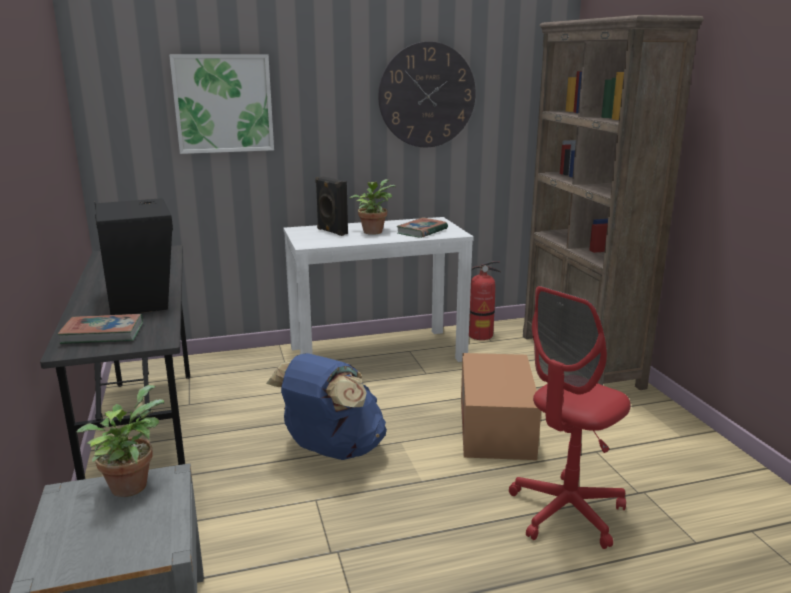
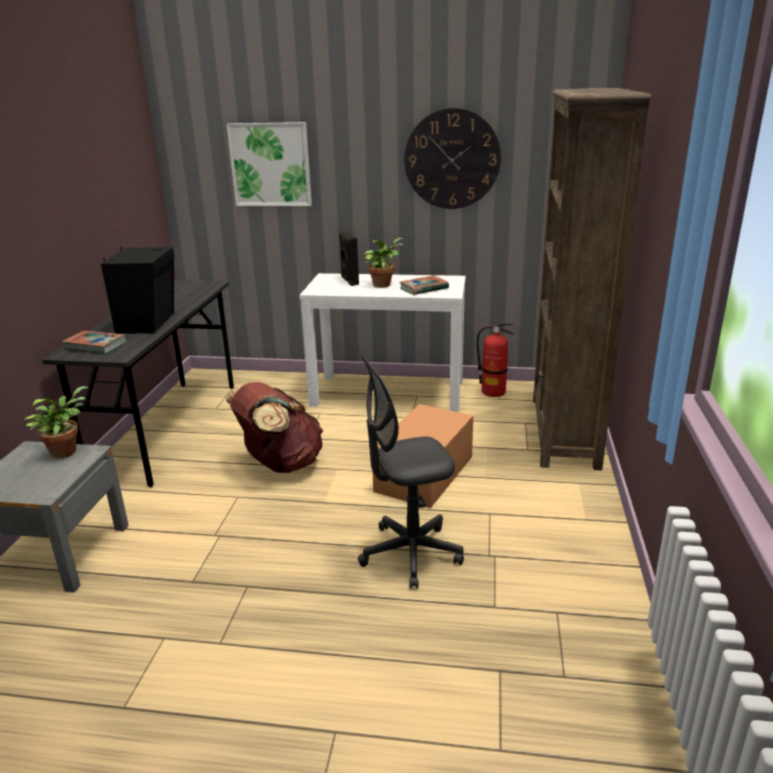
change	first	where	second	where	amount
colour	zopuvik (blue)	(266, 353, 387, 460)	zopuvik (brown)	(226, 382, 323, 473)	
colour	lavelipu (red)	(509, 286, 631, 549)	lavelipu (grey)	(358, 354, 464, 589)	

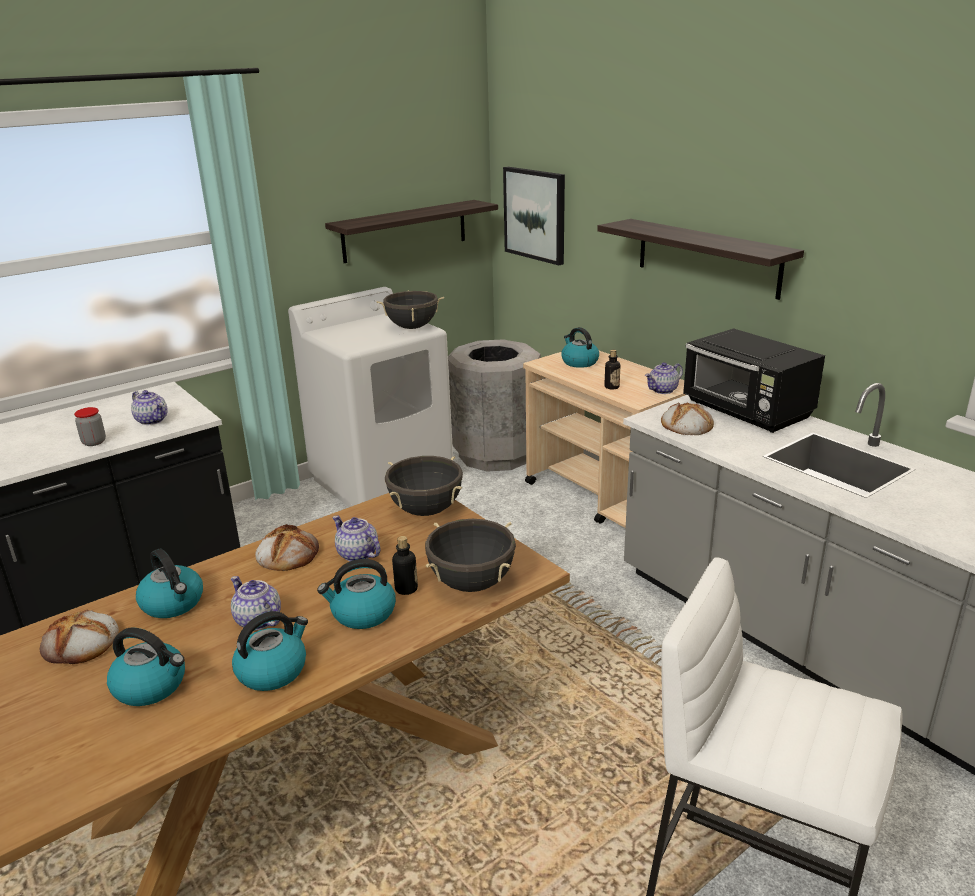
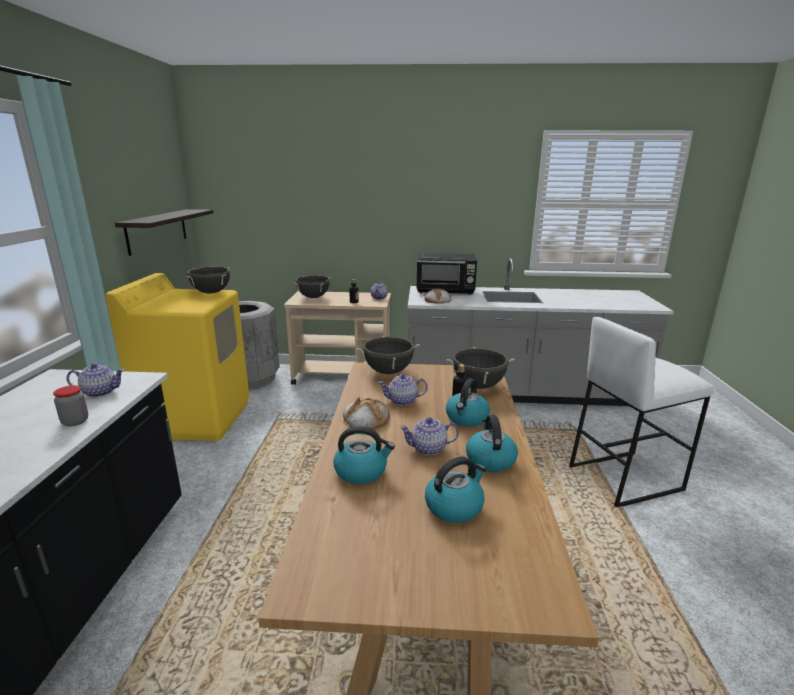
change	first	where	second	where	amount
missing	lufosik	(40, 609, 119, 664)			
missing	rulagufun	(503, 167, 565, 265)			
missing	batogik	(597, 219, 804, 300)			
exchanged	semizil	(561, 327, 599, 368)	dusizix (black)	(294, 275, 331, 298)	
colour	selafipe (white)	(288, 287, 453, 507)	selafipe (yellow)	(105, 273, 250, 441)	

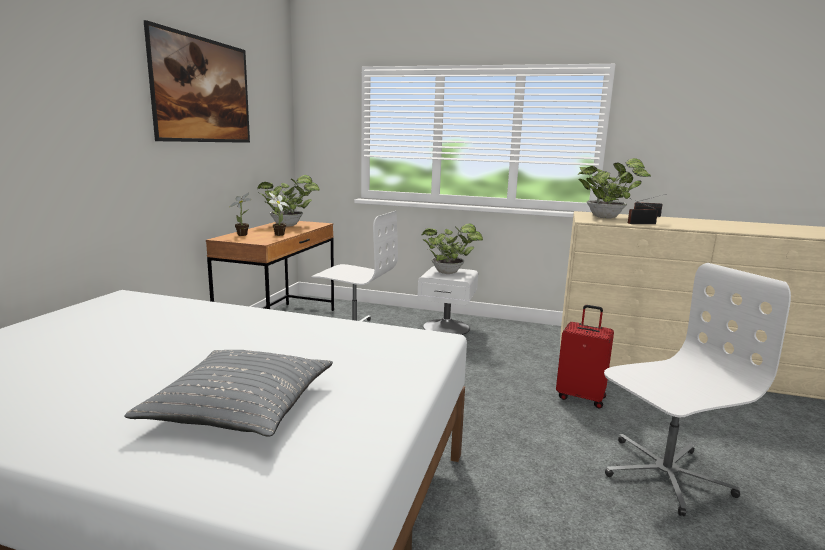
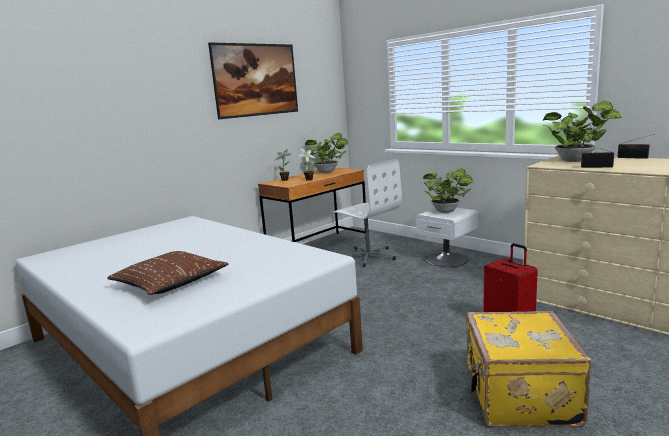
change	first	where	second	where	amount
exchanged	lavelipu (white)	(604, 263, 791, 516)	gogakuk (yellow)	(465, 311, 592, 428)	
colour	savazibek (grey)	(124, 350, 333, 437)	savazibek (brown)	(107, 251, 229, 295)	

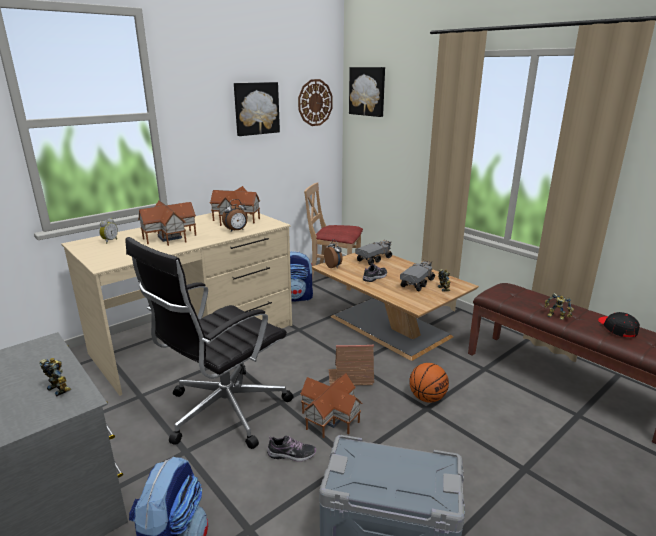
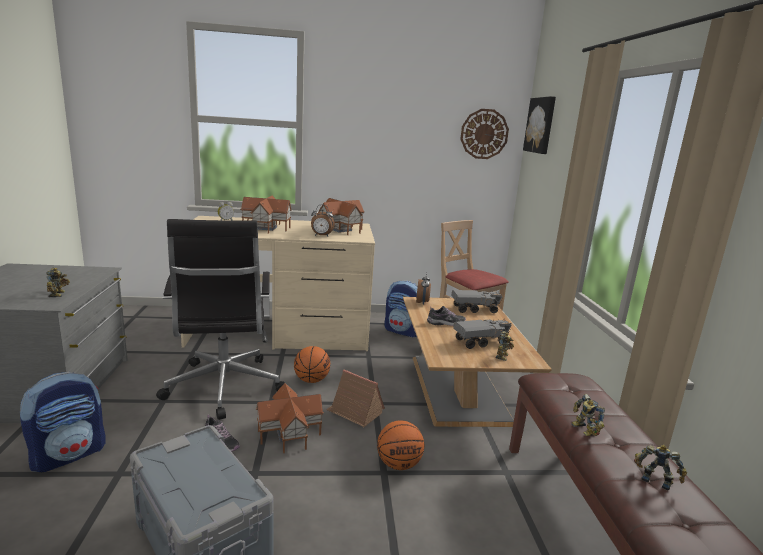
change	first	where	second	where	amount
missing	rulagufun	(234, 82, 280, 136)			
appeared			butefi	(294, 346, 330, 383)	
exchanged	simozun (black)	(598, 312, 640, 337)	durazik	(634, 445, 687, 490)	
spun	lavelipu (black)	(125, 237, 294, 449)		(156, 219, 285, 420)	90 degrees counterclockwise

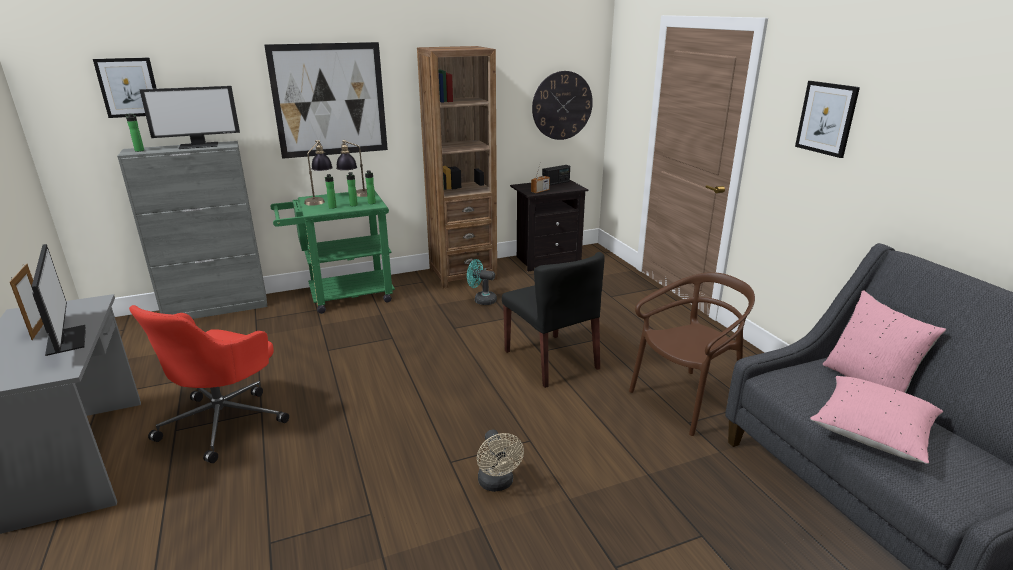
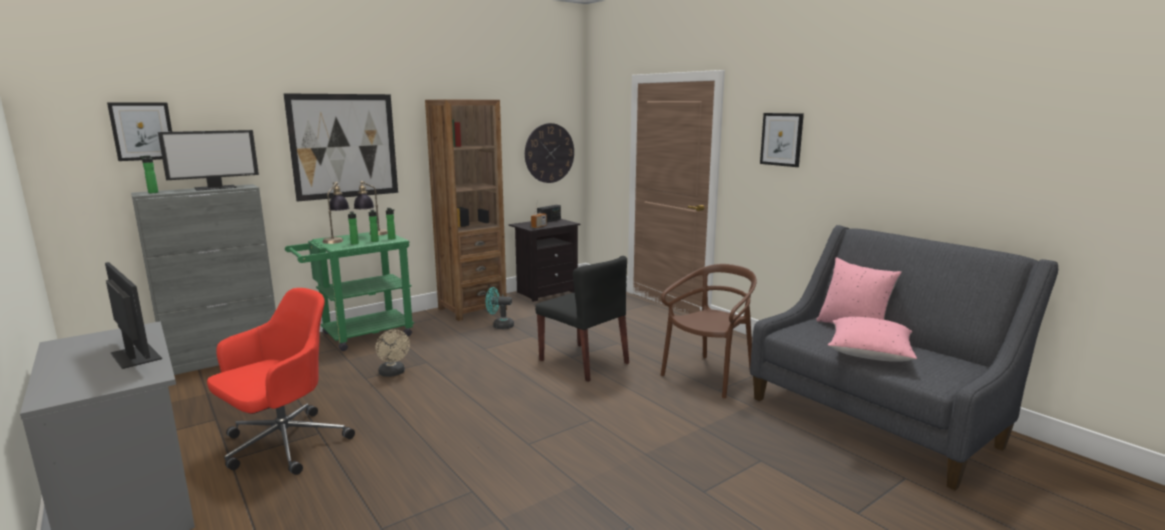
change	first	where	second	where	amount
missing	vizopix	(10, 264, 43, 340)			
relocated	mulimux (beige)	(477, 430, 524, 492)		(376, 330, 410, 377)	
spun	lavelipu (red)	(129, 305, 289, 463)		(207, 288, 355, 475)	150 degrees counterclockwise

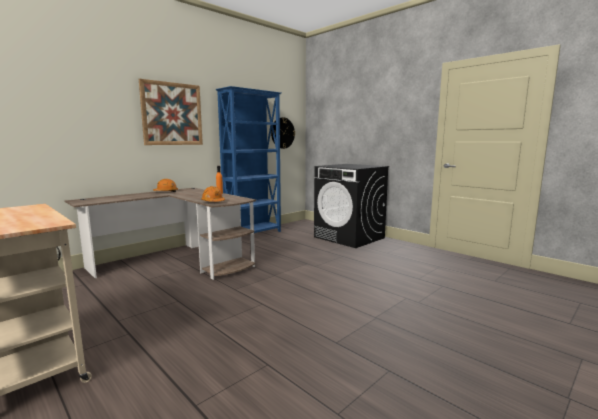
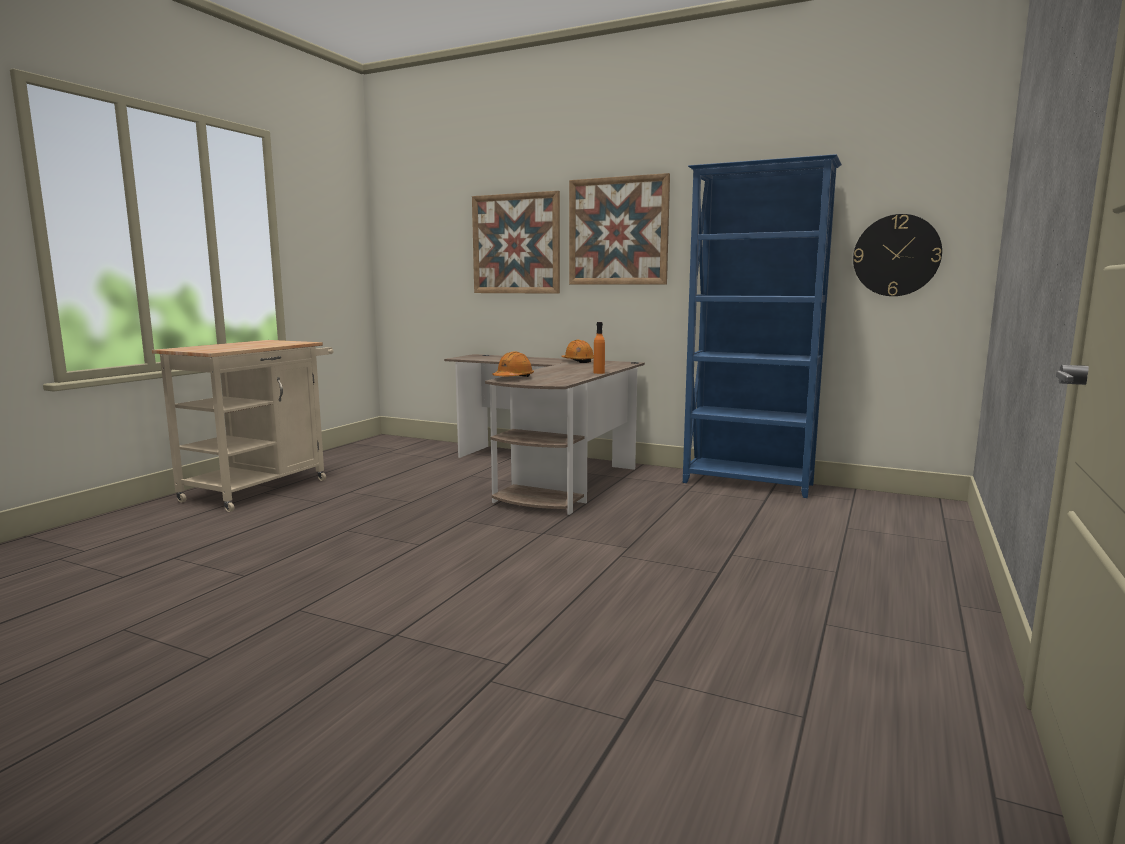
change	first	where	second	where	amount
missing	selafipe (black)	(314, 164, 389, 248)			
appeared			rulagufun	(472, 191, 560, 294)	

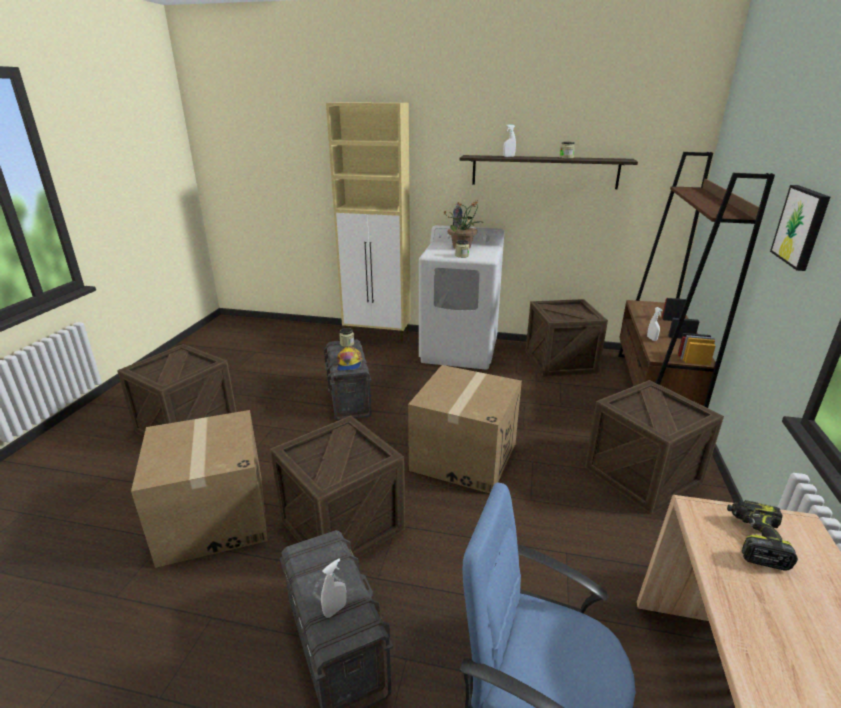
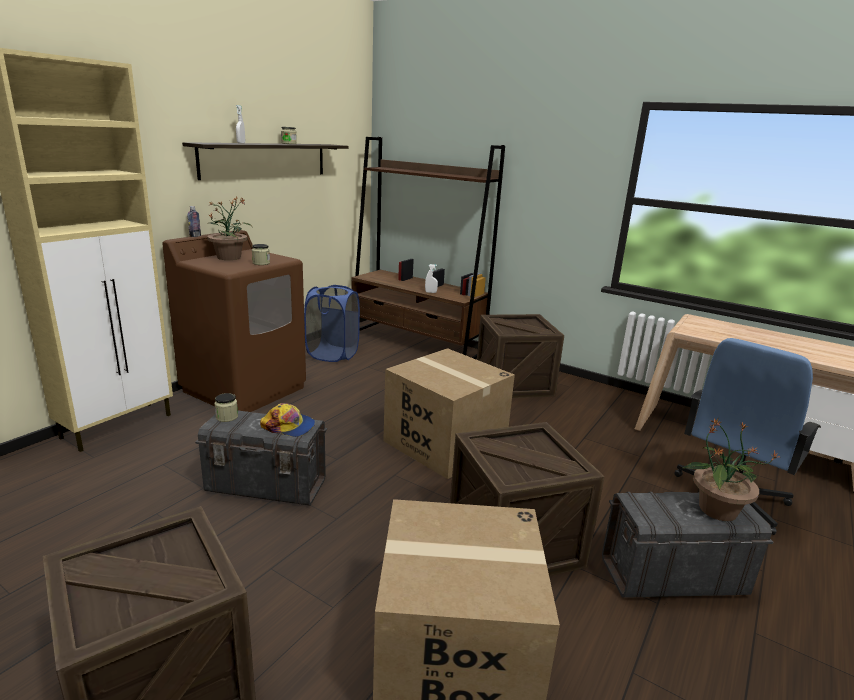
change	first	where	second	where	amount
missing	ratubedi	(727, 500, 798, 570)			
missing	rulagufun	(770, 185, 830, 271)			
exchanged	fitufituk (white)	(321, 558, 346, 618)	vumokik	(683, 418, 778, 521)	
exchanged	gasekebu	(526, 299, 608, 377)	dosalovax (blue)	(304, 285, 360, 362)	
colour	selafipe (white)	(419, 225, 505, 370)	selafipe (brown)	(163, 230, 306, 412)	

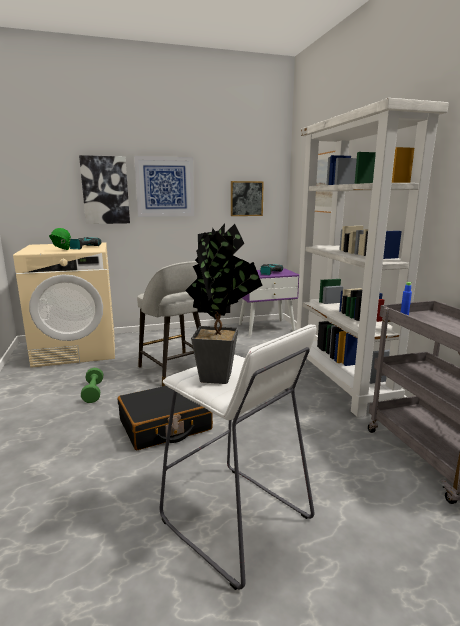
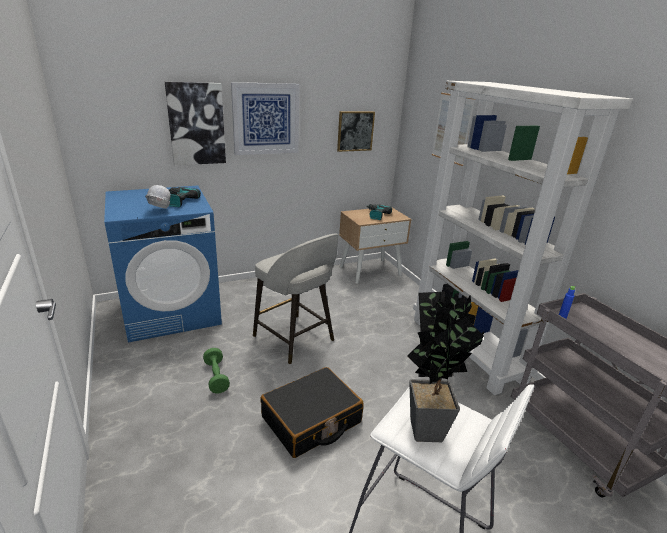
change	first	where	second	where	amount
colour	selafipe (beige)	(13, 242, 115, 368)	selafipe (blue)	(104, 186, 222, 342)	
colour	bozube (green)	(49, 228, 71, 250)	bozube (white)	(145, 185, 171, 209)	
colour	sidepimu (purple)	(239, 269, 299, 335)	sidepimu (beige)	(339, 206, 412, 284)	

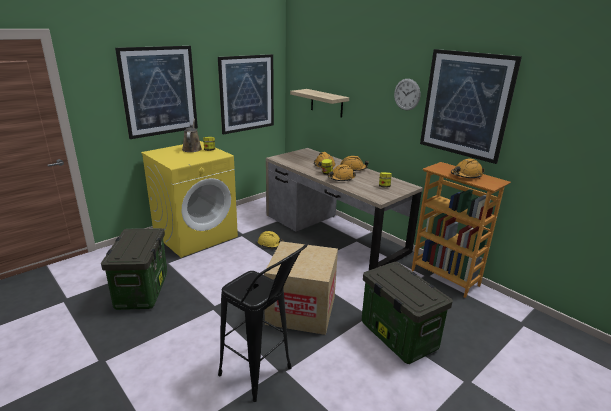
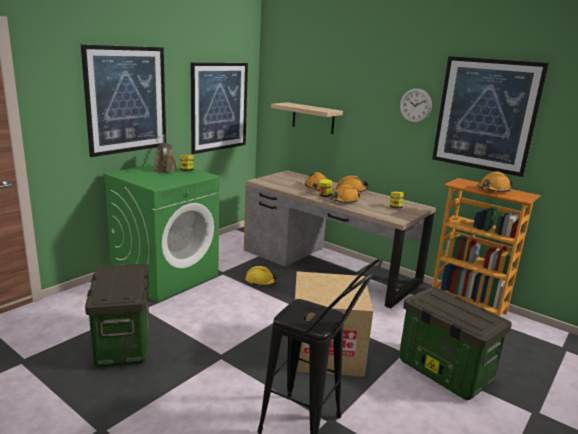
change	first	where	second	where	amount
colour	selafipe (yellow)	(141, 141, 238, 258)	selafipe (green)	(103, 163, 219, 302)	

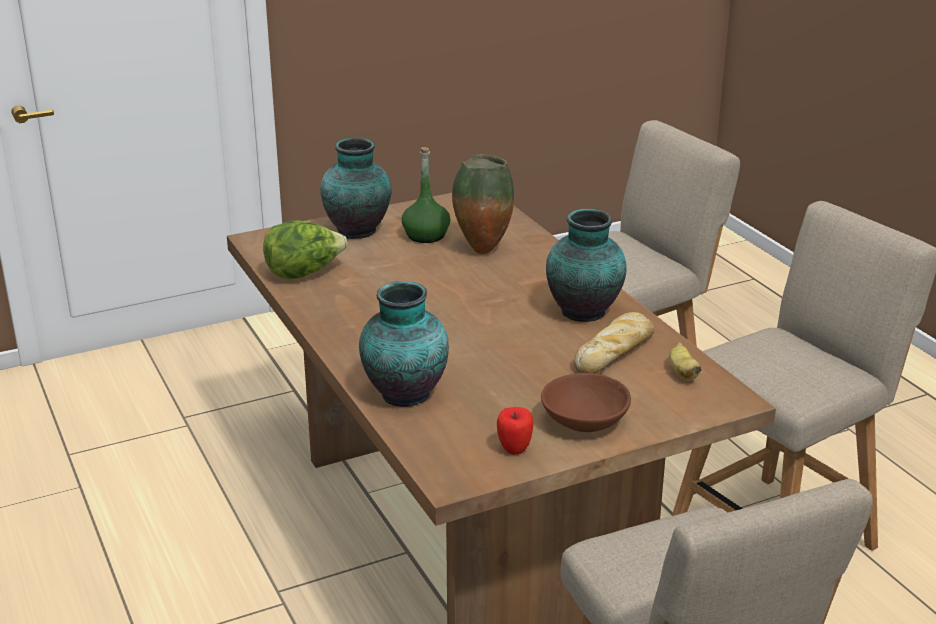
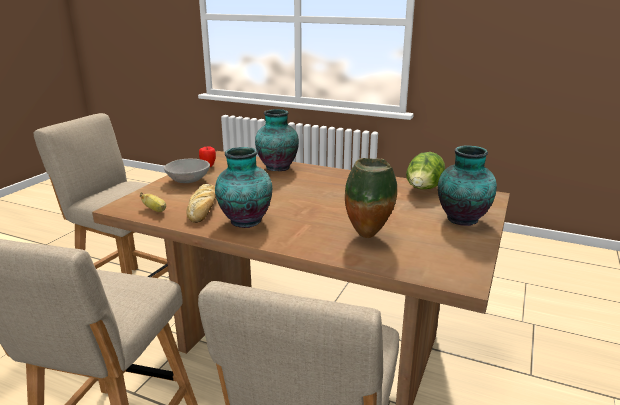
change	first	where	second	where	amount
missing	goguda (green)	(402, 147, 450, 243)			
colour	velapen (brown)	(541, 373, 631, 432)	velapen (grey)	(164, 159, 210, 183)	

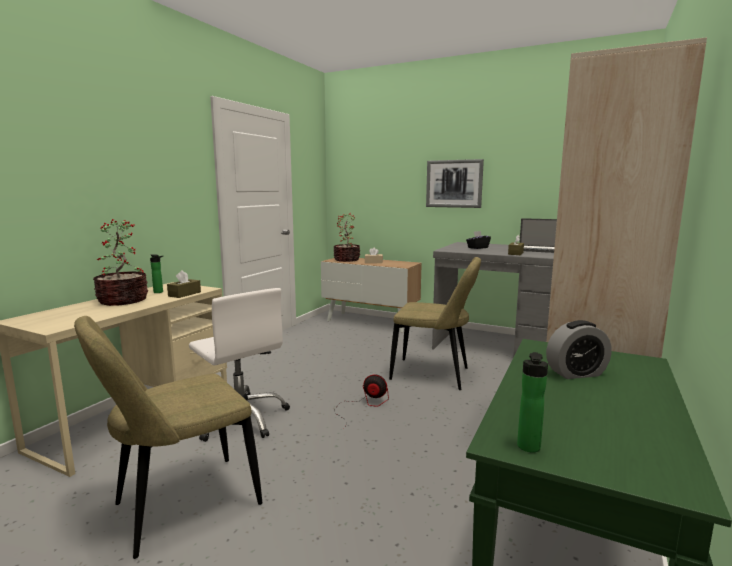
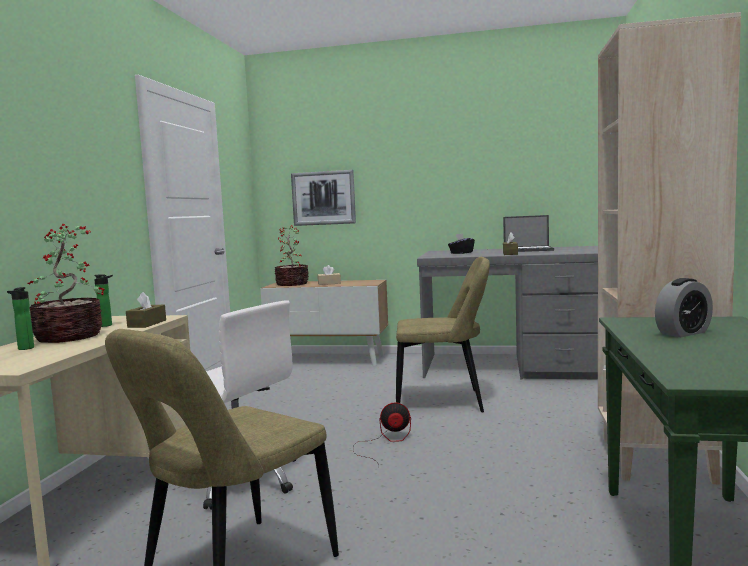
change	first	where	second	where	amount
relocated	rulagufun	(426, 159, 484, 208)		(291, 170, 356, 226)	
relocated	goguda	(517, 352, 548, 453)		(7, 287, 34, 350)	

